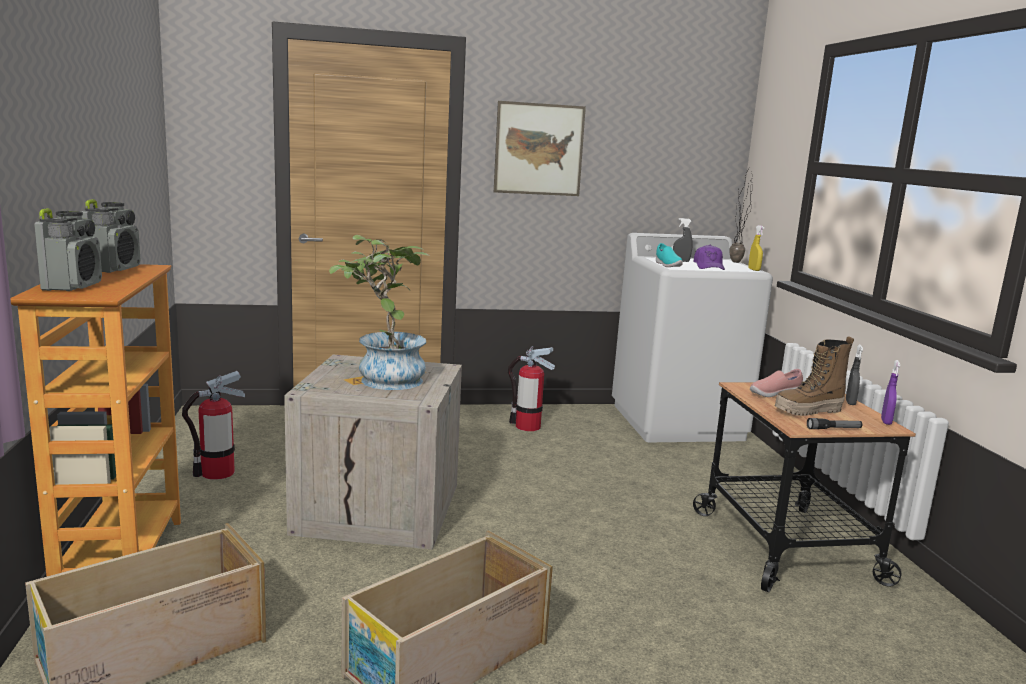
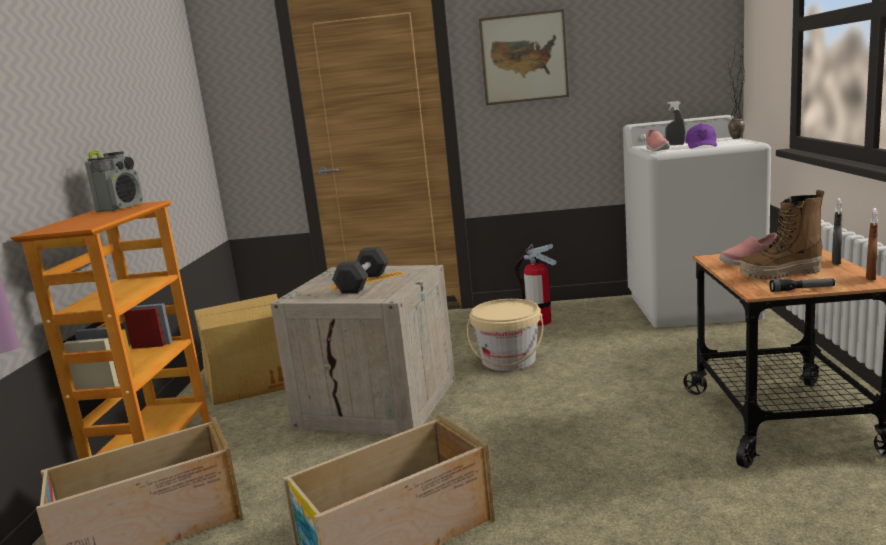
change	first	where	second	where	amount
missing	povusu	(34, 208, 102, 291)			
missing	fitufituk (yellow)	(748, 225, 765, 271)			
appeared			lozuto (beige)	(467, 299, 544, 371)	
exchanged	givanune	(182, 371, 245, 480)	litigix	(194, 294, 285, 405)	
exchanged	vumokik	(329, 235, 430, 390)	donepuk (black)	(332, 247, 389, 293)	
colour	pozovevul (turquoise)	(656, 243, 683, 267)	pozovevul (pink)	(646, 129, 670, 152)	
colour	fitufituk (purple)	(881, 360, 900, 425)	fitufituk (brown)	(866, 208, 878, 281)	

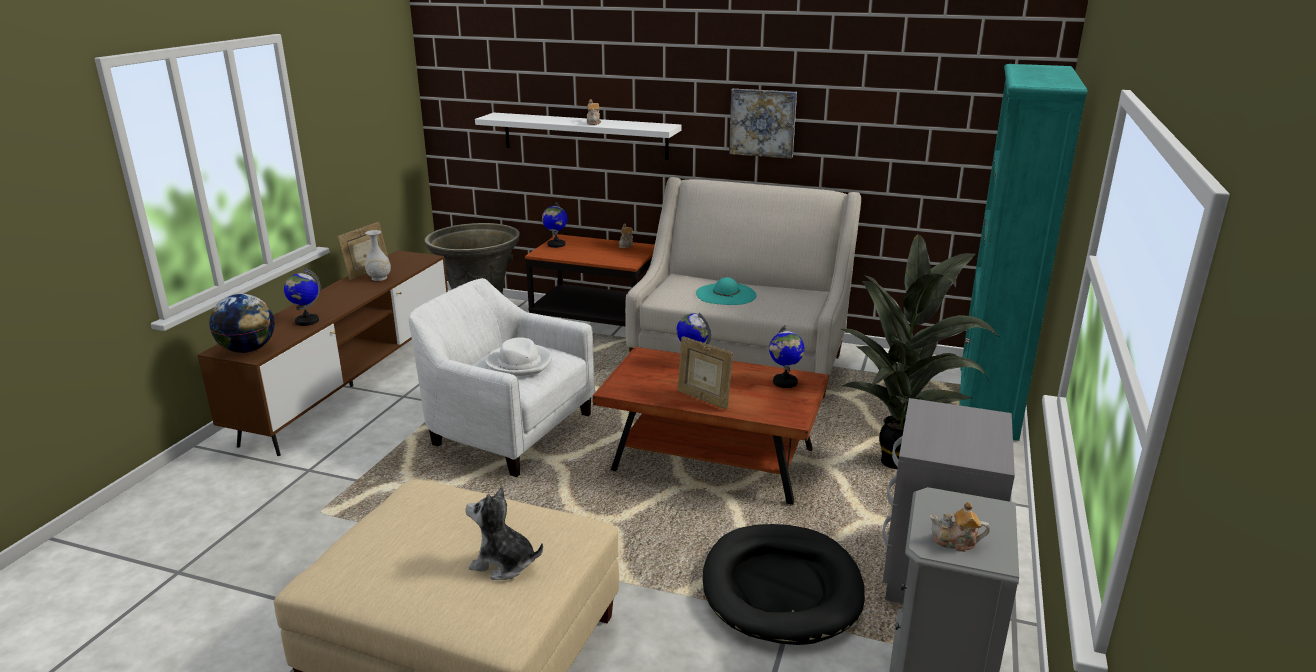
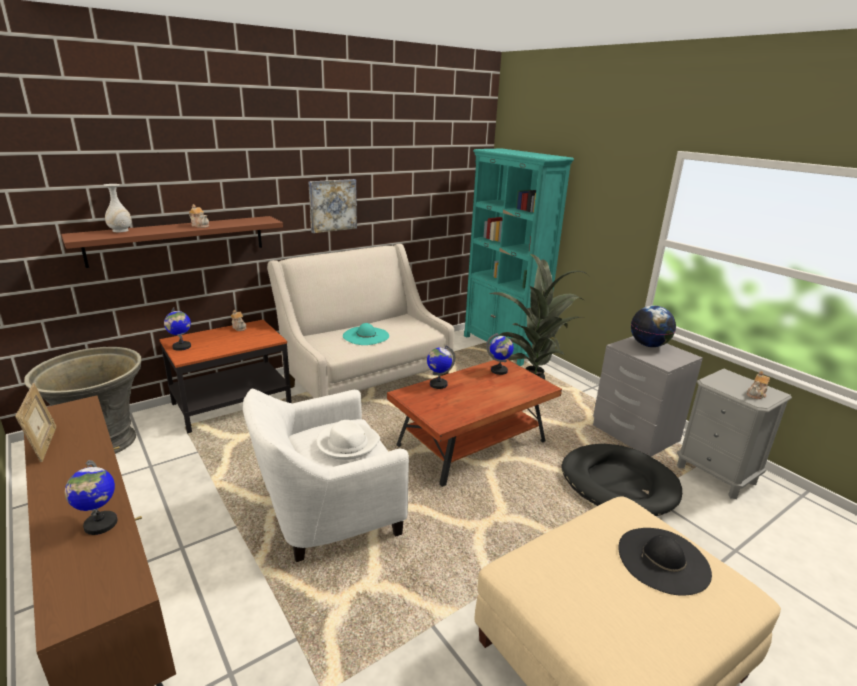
change	first	where	second	where	amount
missing	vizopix	(677, 336, 733, 409)			
relocated	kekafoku	(209, 294, 275, 353)		(631, 305, 676, 347)	
relocated	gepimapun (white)	(365, 230, 391, 281)		(103, 184, 132, 232)	
exchanged	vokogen	(465, 486, 543, 580)	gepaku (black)	(618, 528, 712, 596)	
colour	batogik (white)	(475, 112, 682, 160)	batogik (brown)	(61, 216, 283, 268)	

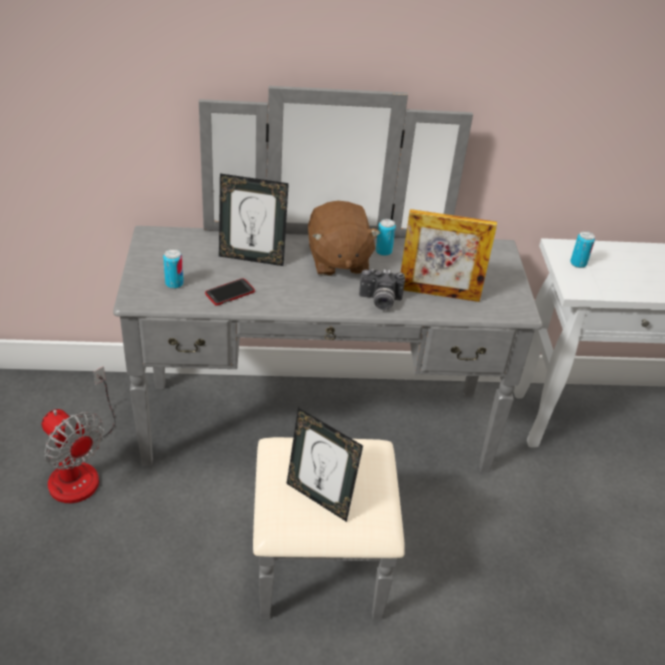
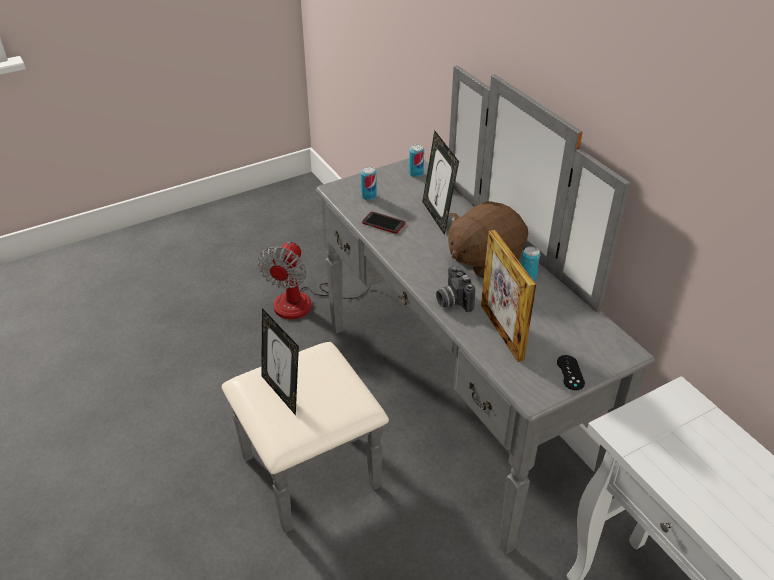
change	first	where	second	where	amount
appeared			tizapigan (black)	(557, 355, 585, 390)	
relocated	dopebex	(570, 231, 595, 268)		(409, 144, 424, 177)	
spun	vizopix	(287, 408, 363, 522)		(261, 308, 299, 415)	45 degrees counterclockwise

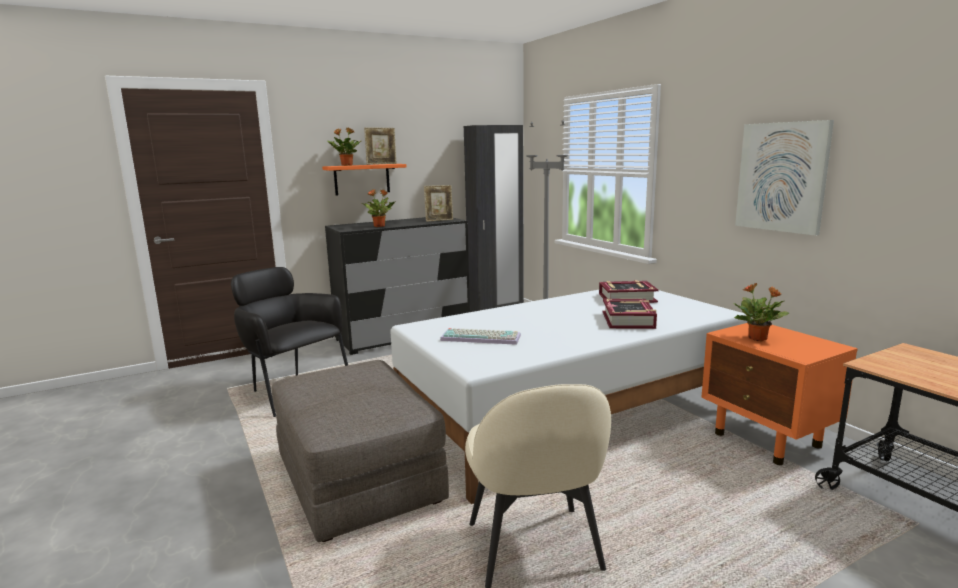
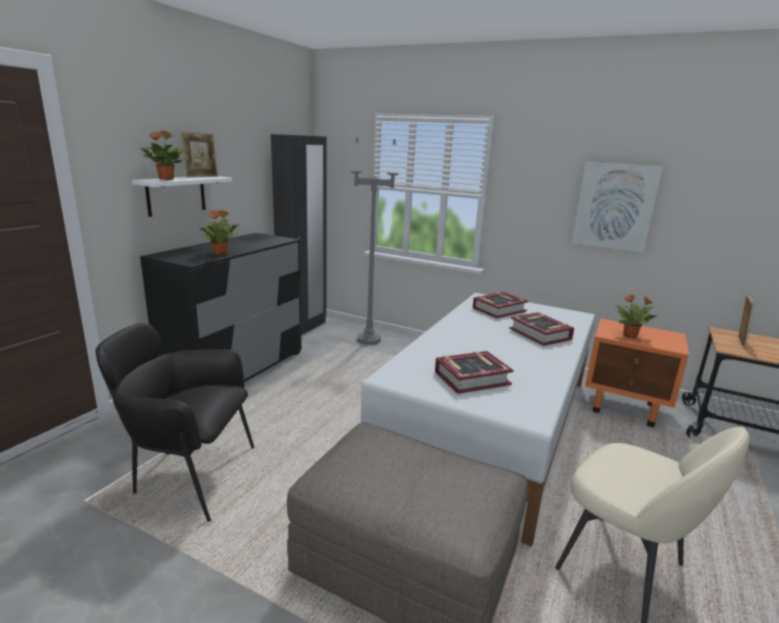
change	first	where	second	where	amount
relocated	vizopix	(424, 185, 453, 222)		(739, 295, 755, 349)	
exchanged	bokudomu	(440, 328, 521, 345)	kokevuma	(435, 351, 514, 394)	
colour	batogik (orange)	(322, 164, 407, 196)	batogik (white)	(132, 176, 232, 217)	

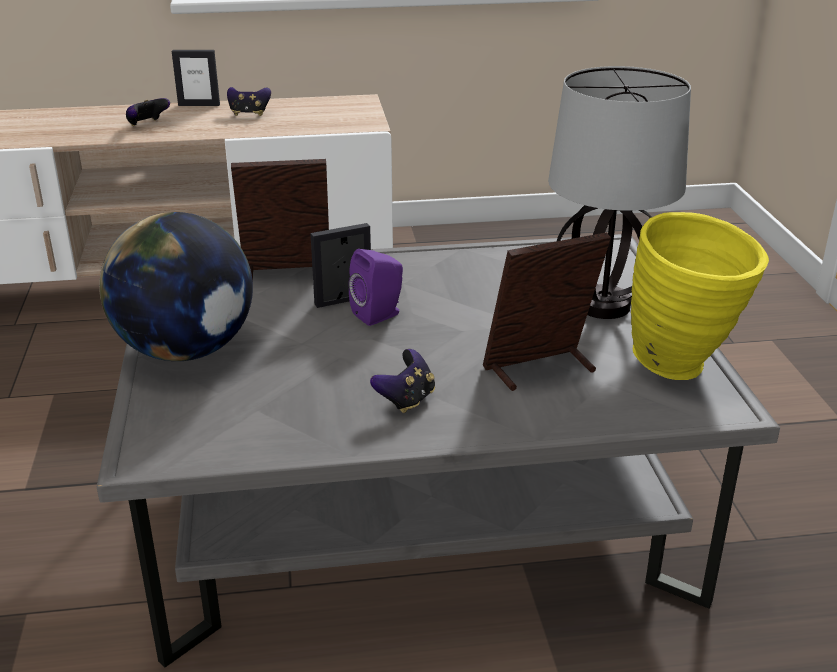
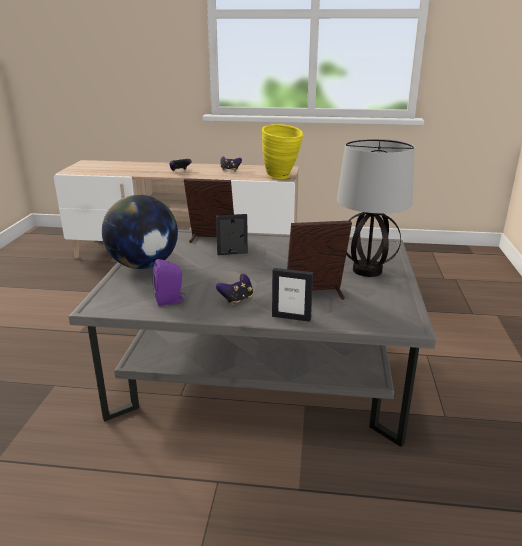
change	first	where	second	where	amount
relocated	vizopix	(172, 50, 220, 106)		(272, 268, 313, 322)	
relocated	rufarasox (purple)	(349, 249, 403, 326)		(152, 259, 185, 306)	
relocated	gepimapun (yellow)	(631, 212, 769, 380)		(262, 124, 303, 179)	

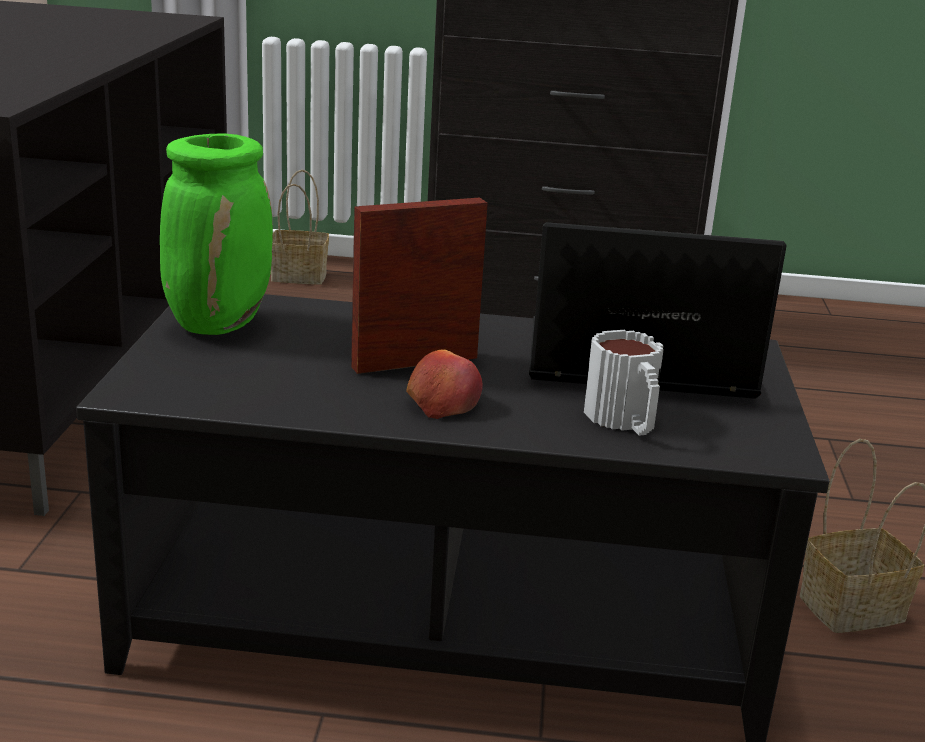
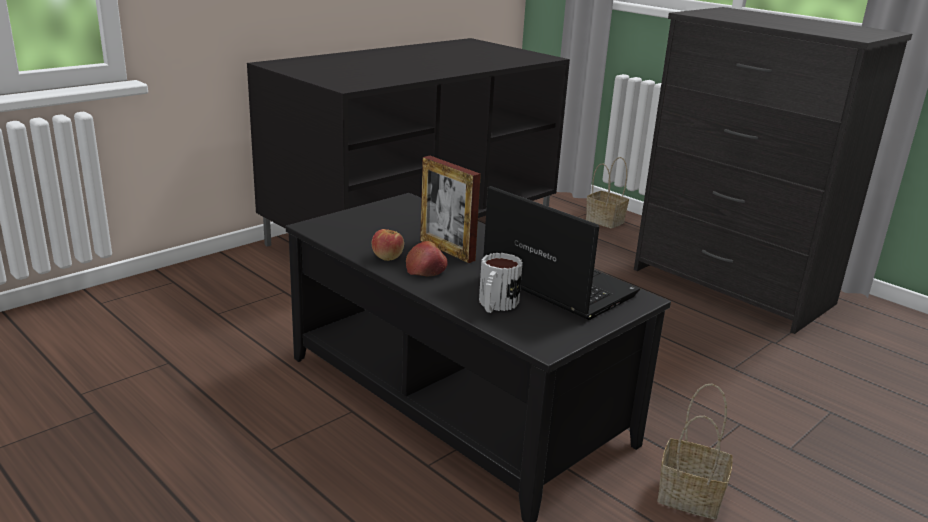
change	first	where	second	where	amount
missing	gepimapun (green)	(160, 134, 273, 335)			
appeared			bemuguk	(372, 229, 404, 261)	
spun	vizopix	(351, 198, 488, 374)		(420, 156, 481, 263)	150 degrees counterclockwise

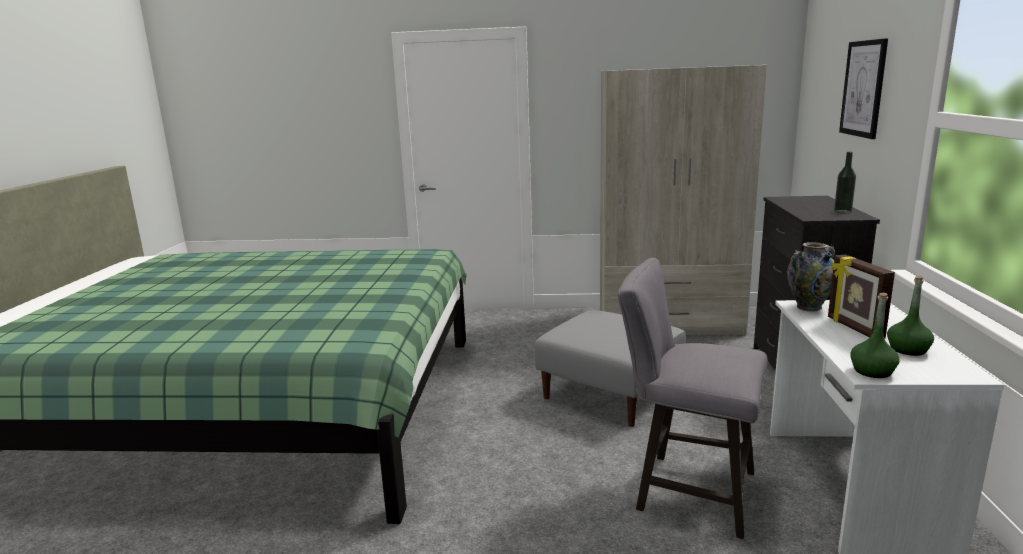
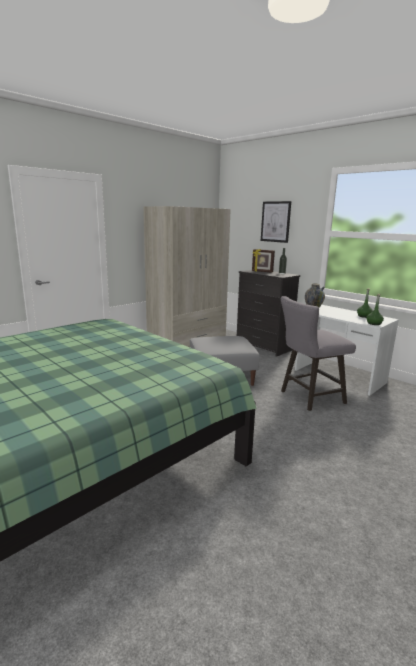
change	first	where	second	where	amount
relocated	vizopix	(828, 255, 895, 339)		(252, 249, 275, 273)	

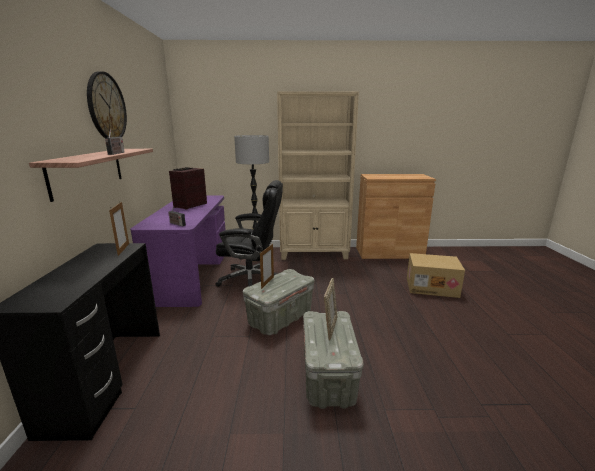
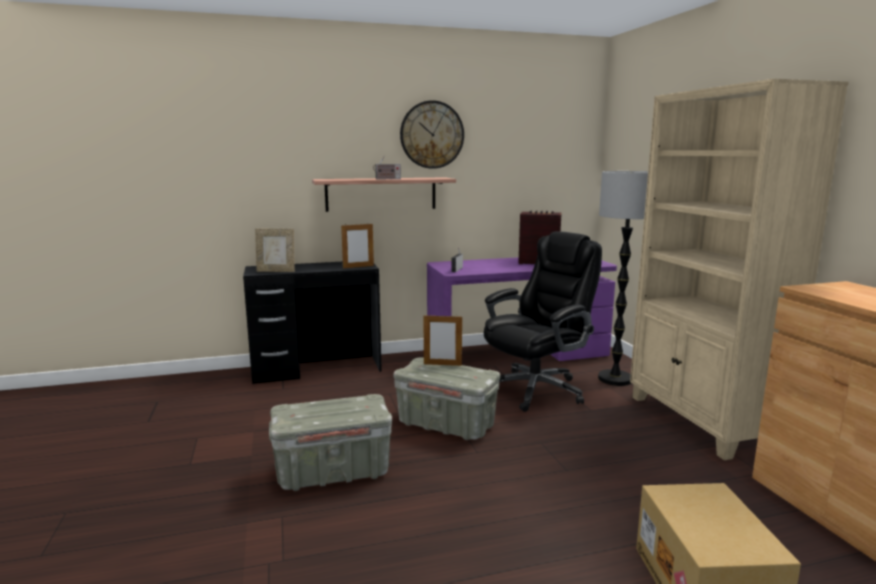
change	first	where	second	where	amount
relocated	vizopix	(324, 278, 337, 340)		(255, 229, 295, 272)	
spun	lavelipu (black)	(216, 180, 283, 287)		(484, 231, 602, 412)	120 degrees counterclockwise

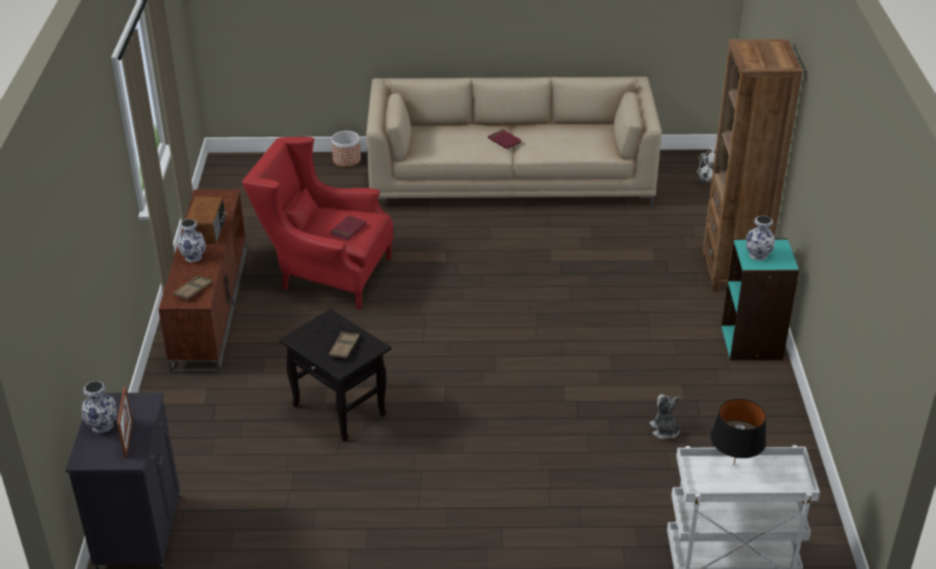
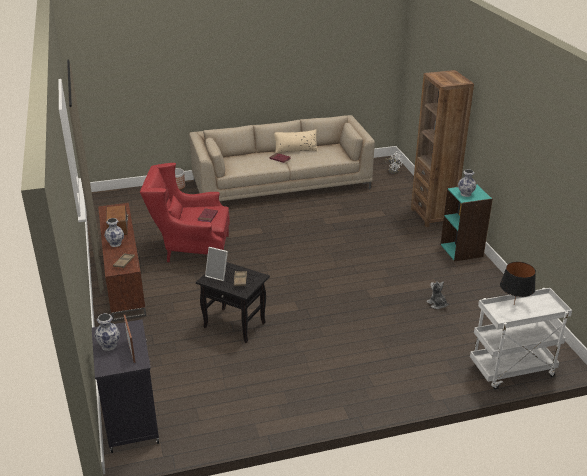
change	first	where	second	where	amount
appeared			vizopix	(205, 247, 228, 281)	
appeared			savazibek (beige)	(274, 130, 318, 153)	

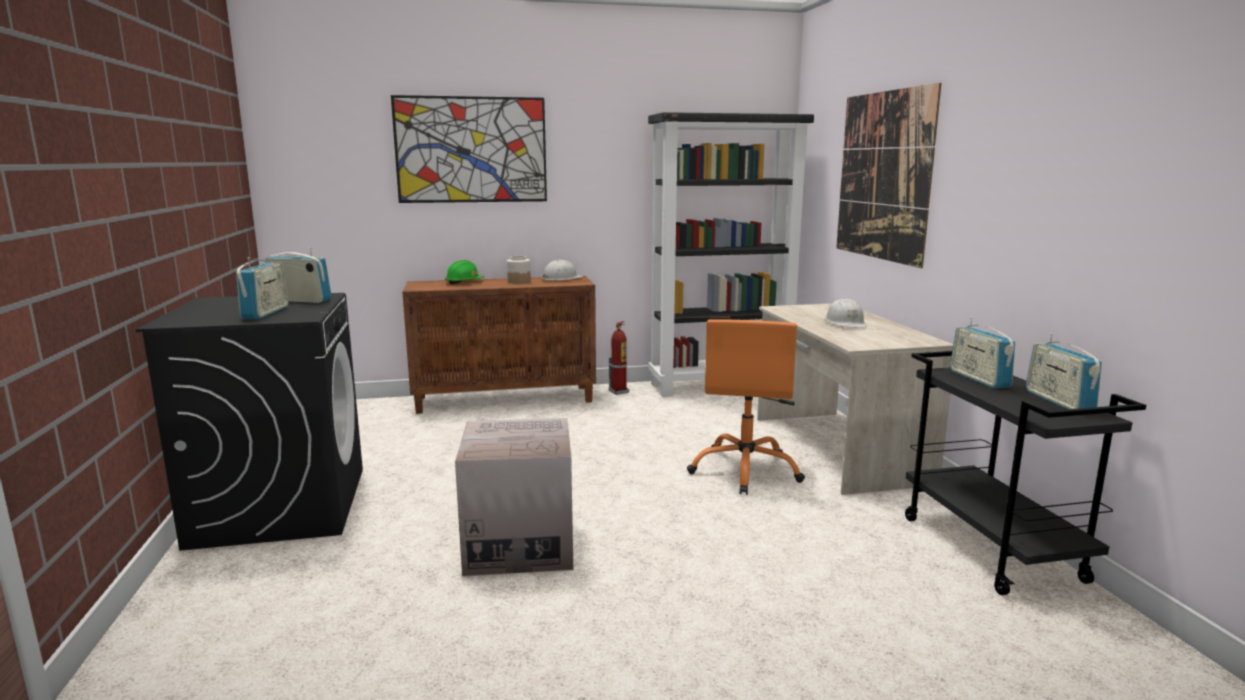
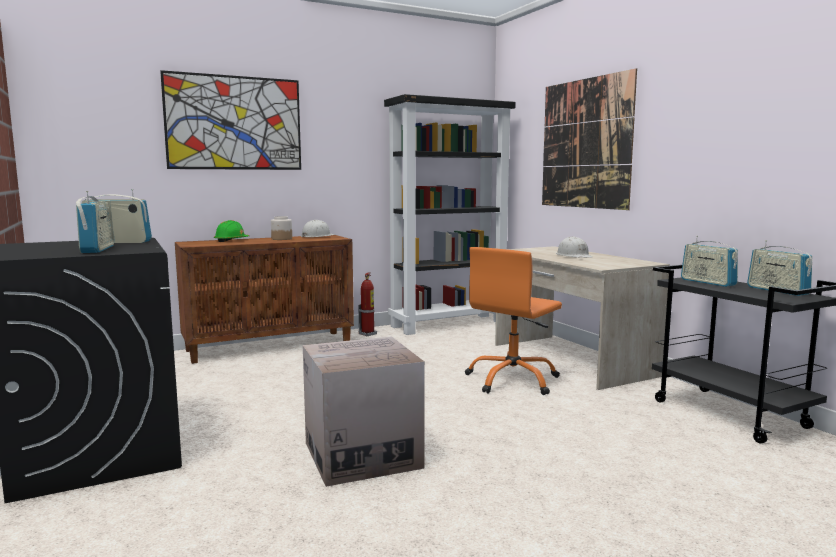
change	first	where	second	where	amount
spun	lavelipu (orange)	(687, 319, 805, 495)		(465, 247, 562, 395)	45 degrees clockwise

